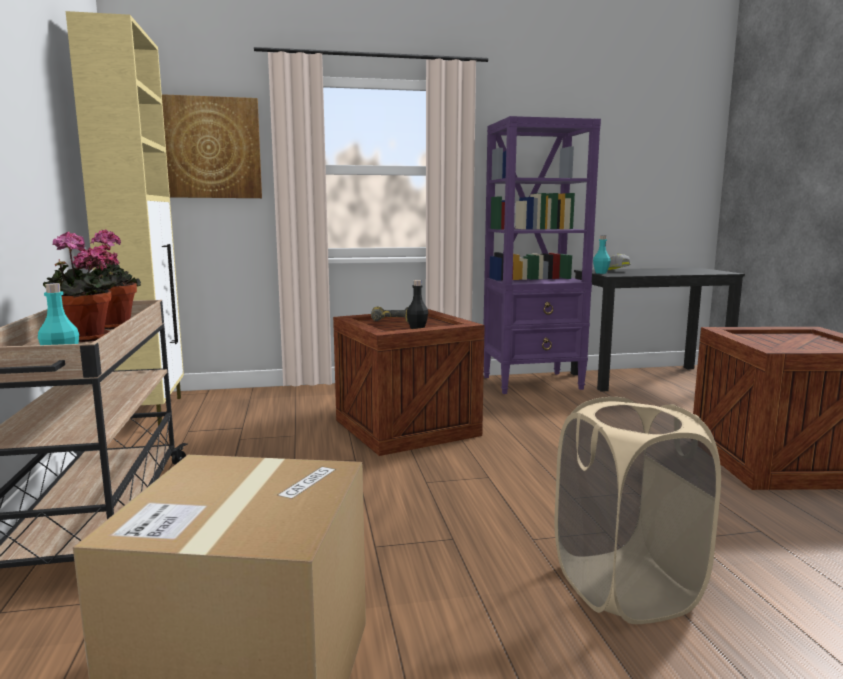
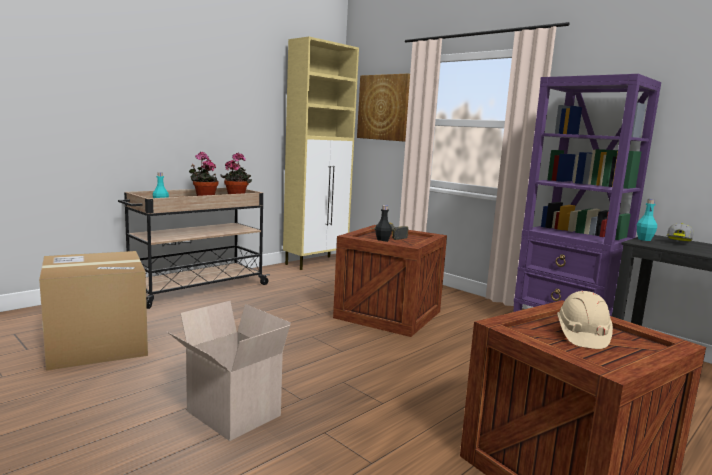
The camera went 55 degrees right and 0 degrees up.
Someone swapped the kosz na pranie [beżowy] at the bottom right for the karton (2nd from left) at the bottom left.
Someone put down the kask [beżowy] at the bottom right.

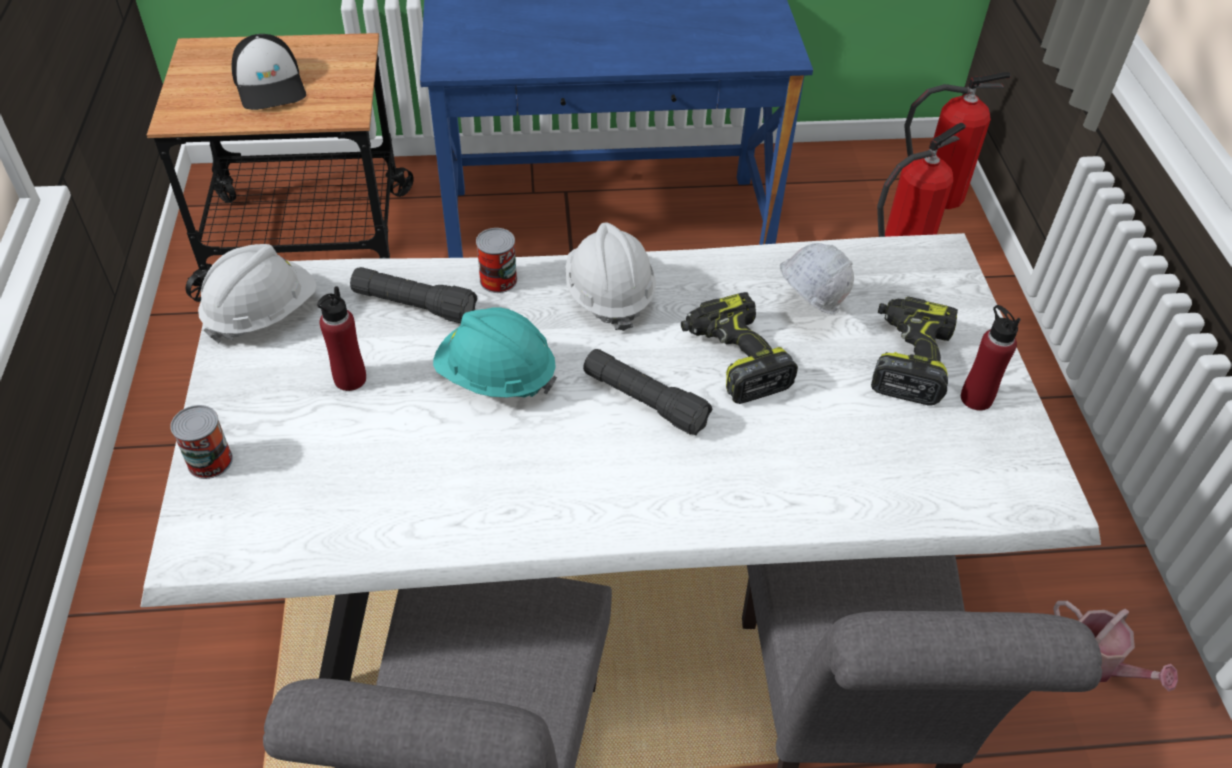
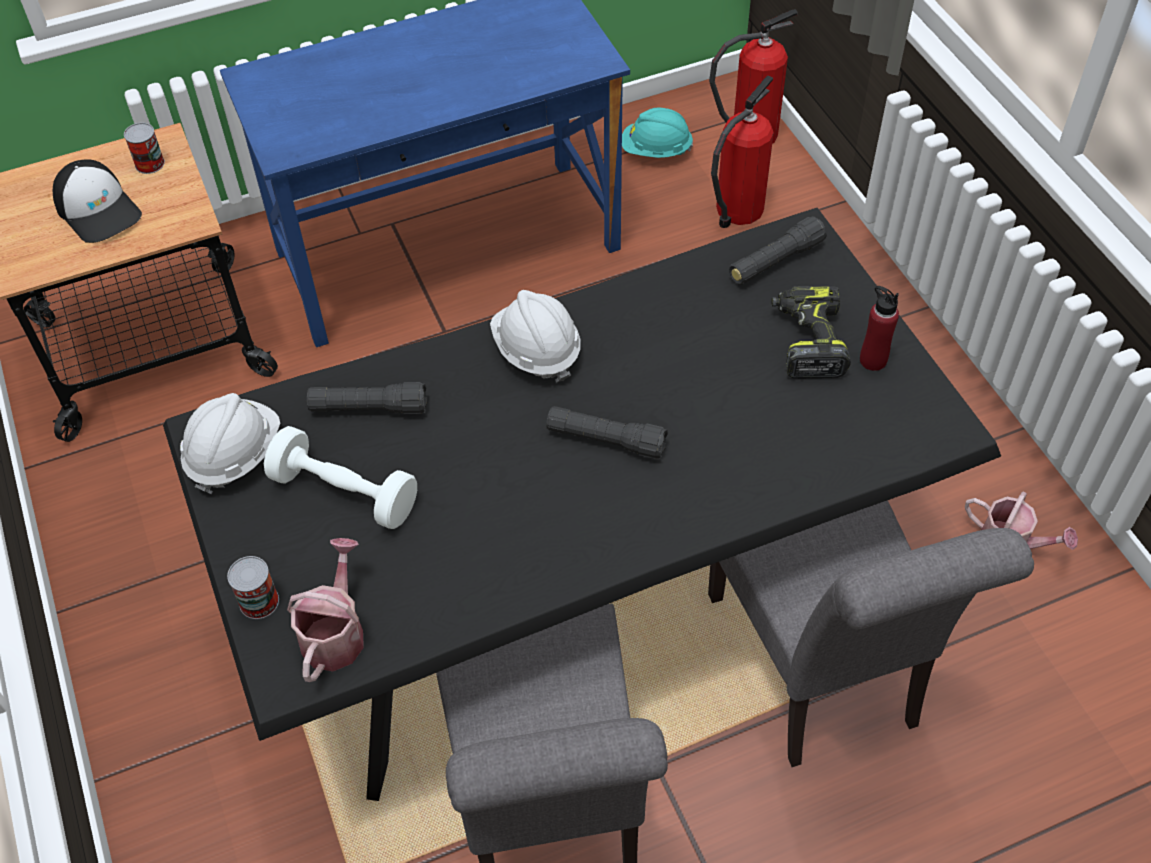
The camera went 15 degrees left and 5 degrees up.
Someone carried the puszka (2nd from left in the first image) from the centre to the top left.
Someone repainted the stół jadalny [biały] at the centre, which became the stół jadalny [czarny] at the centre.
Someone took away the kask [biały] (3rd from left) at the centre.
Someone swapped the butelka [czerwony] (1st from left) at the middle left for the hantel [biały] at the middle left.
Someone took away the wiertarka (1st from left) at the centre.
Someone carried the kask [turkusowy] from the centre to the top centre.
Someone put down the latarka [czarny] (3rd from left) at the top right.
Someone put down the konewka (1st from left) at the bottom left.

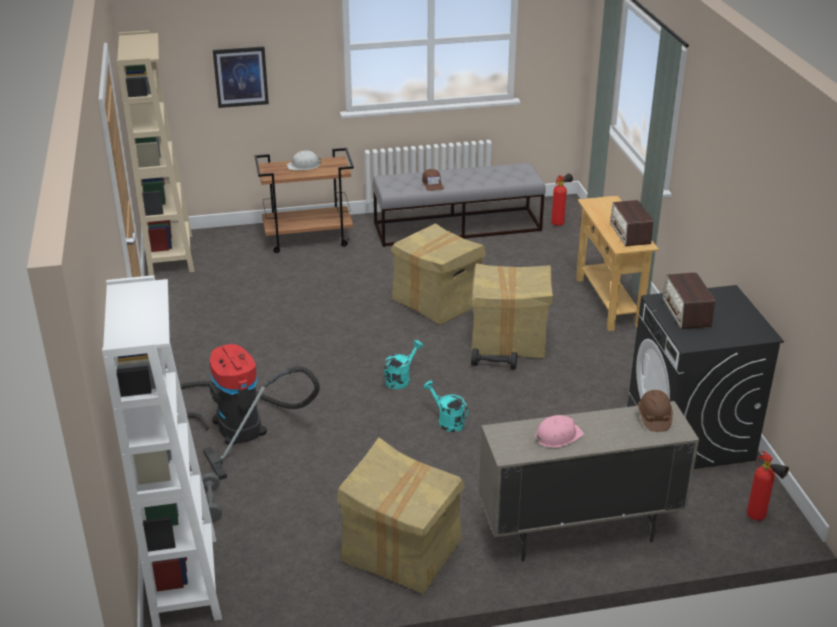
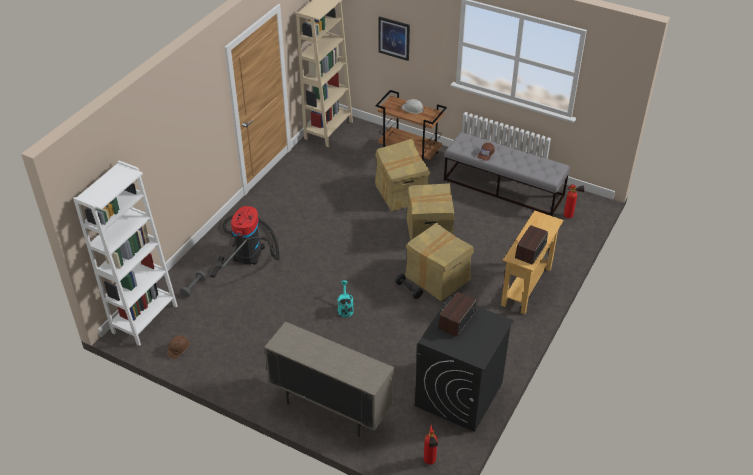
The camera went 40 degrees right and 10 degrees up.
Someone took away the konewka [turkusowy] (1st from left) at the centre.
Someone carried the kask [brązowy] from the middle right to the bottom left.
Someone took away the kask [różowy] at the bottom right.
Someone carried the karton (1st from left) from the bottom centre to the centre.

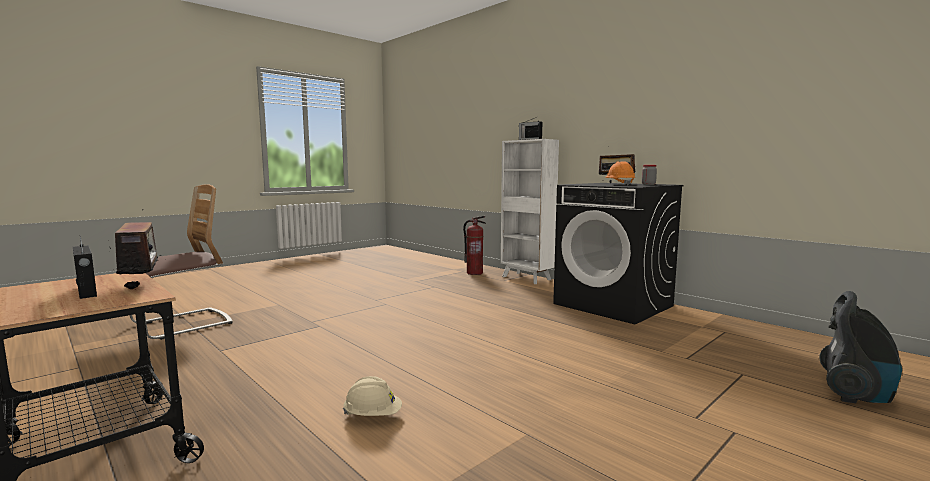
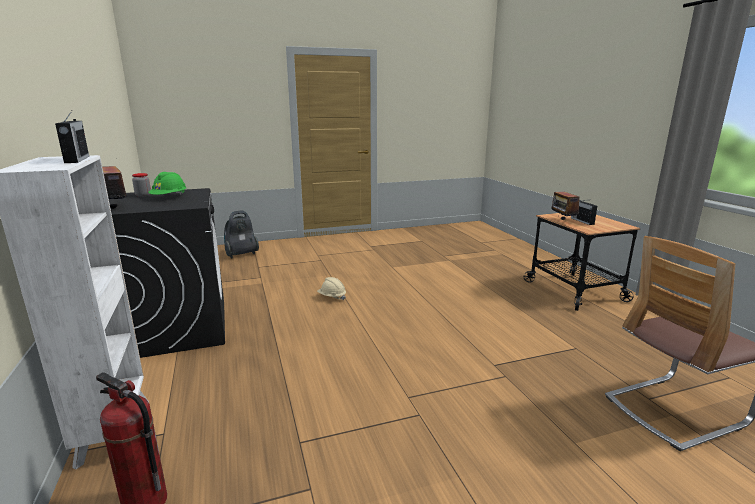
The camera went 155 degrees left and 10 degrees up.
Someone repainted the kask [pomarańczowy] at the middle right, which became the kask [zielony] at the middle left.
Someone carried the kask [beżowy] from the bottom centre to the centre.

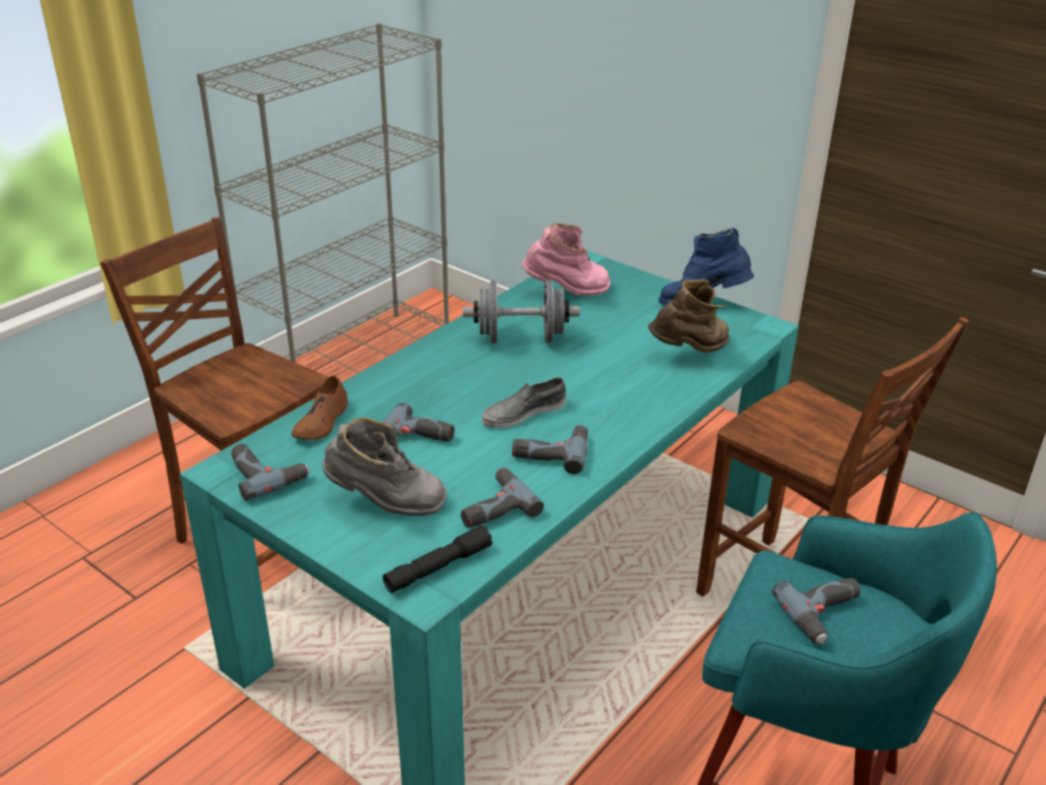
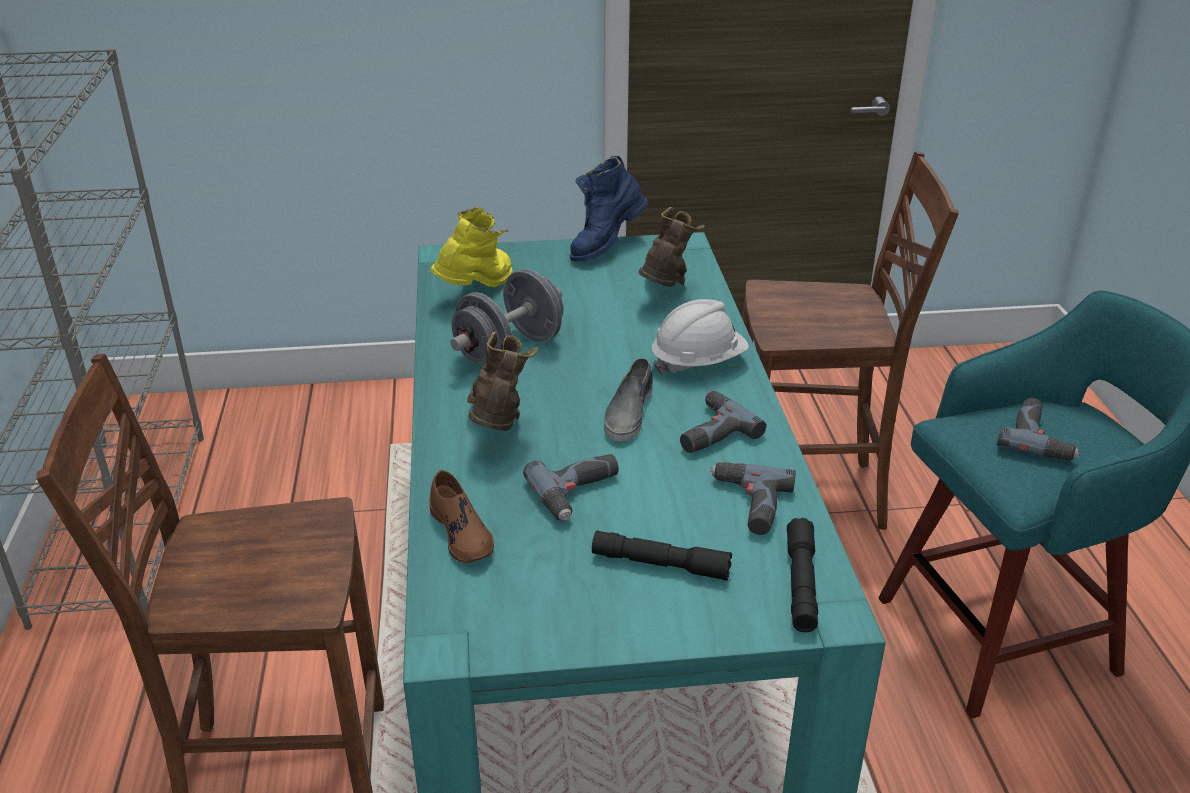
The camera went 45 degrees left and 0 degrees up.
Someone repainted the but z cholewką [różowy] at the top centre, which became the but z cholewką [żółty] at the top centre.
Someone swapped the but z cholewką [szary] at the centre for the latarka [czarny] (1st from left) at the bottom centre.
Someone took away the wiertarka (1st from left) at the middle left.
Someone put down the kask [biały] at the centre.
Someone put down the but z cholewką [brązowy] (1st from left) at the centre.

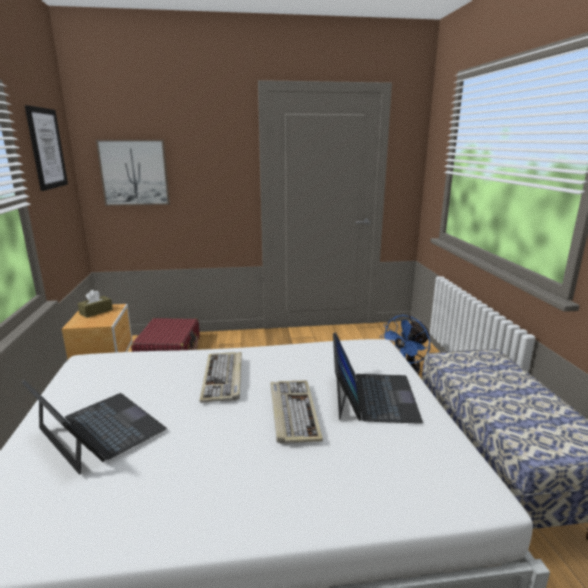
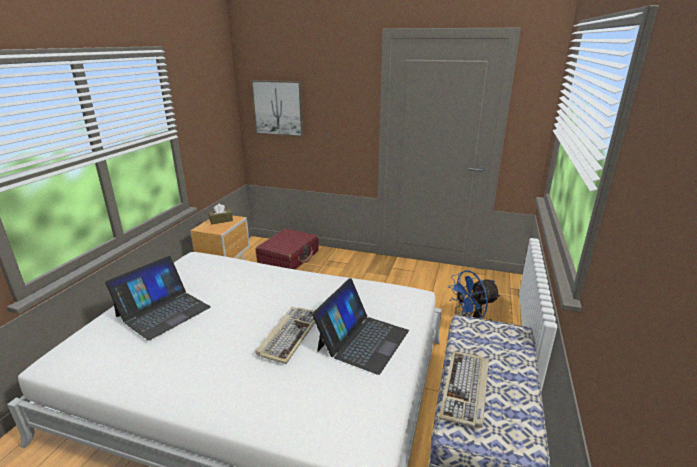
The camera went 25 degrees right and 5 degrees up.
Someone took away the obraz (1st from left) at the top left.
Someone carried the klawiatura (1st from left in the first image) from the centre to the bottom centre.
Someone rotated the laptop (1st from left) at the bottom left by 60 degrees clockwise.

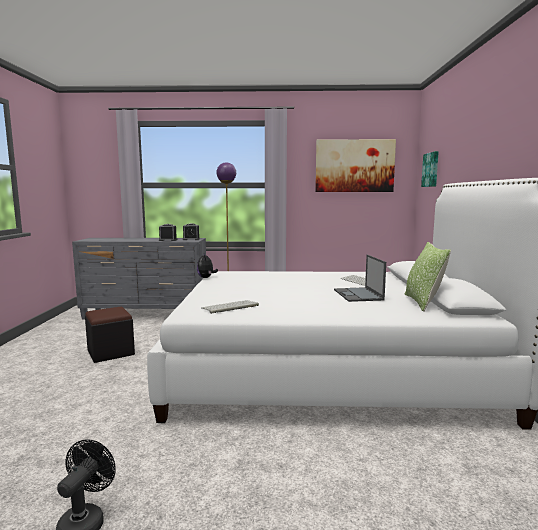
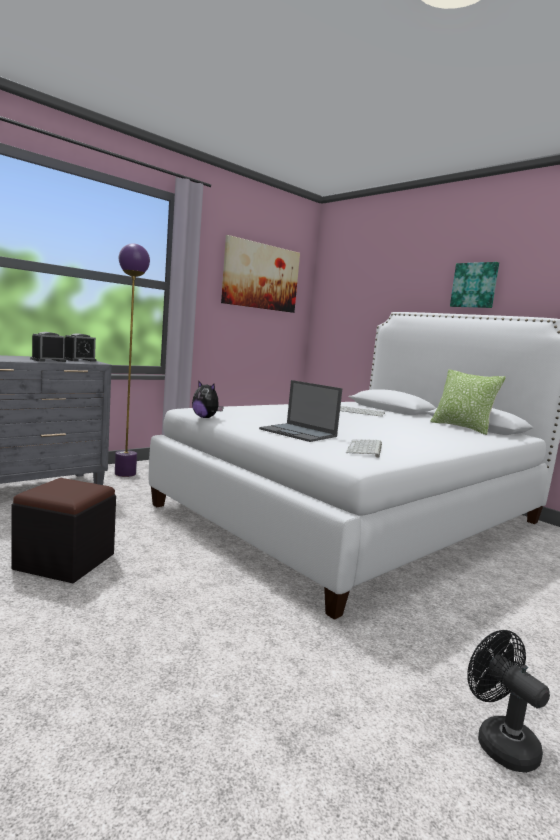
The camera went 45 degrees left and 0 degrees up.
Someone carried the obraz (2nd from left) from the top right to the middle right.
Someone carried the laptop from the middle right to the centre.

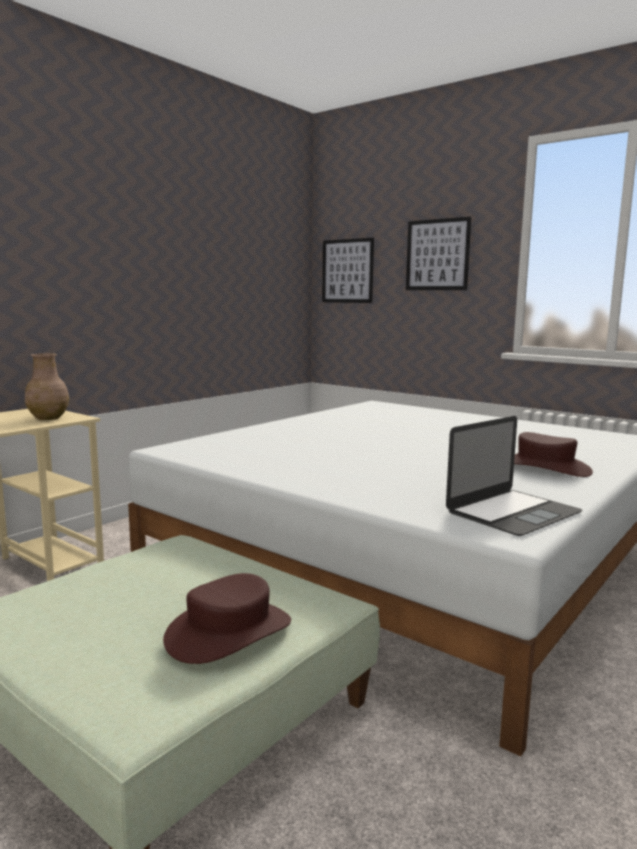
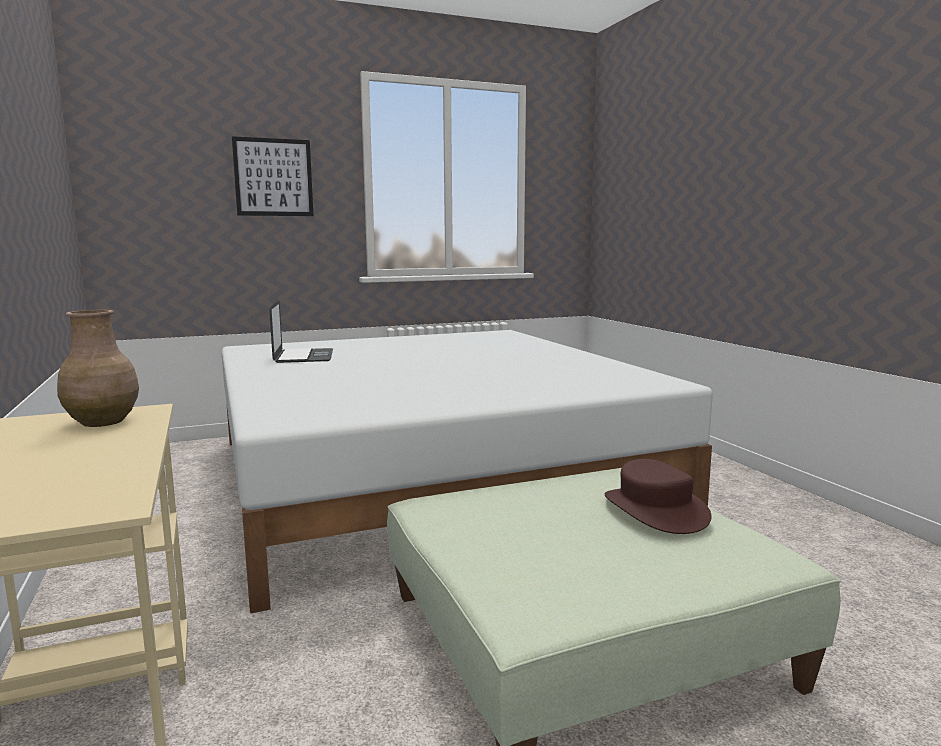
The camera went 60 degrees left and 0 degrees up.
Someone took away the obraz (1st from left) at the top centre.
Someone carried the laptop from the middle right to the middle left.
Someone took away the kapelusz [brązowy] (2nd from left) at the middle right.

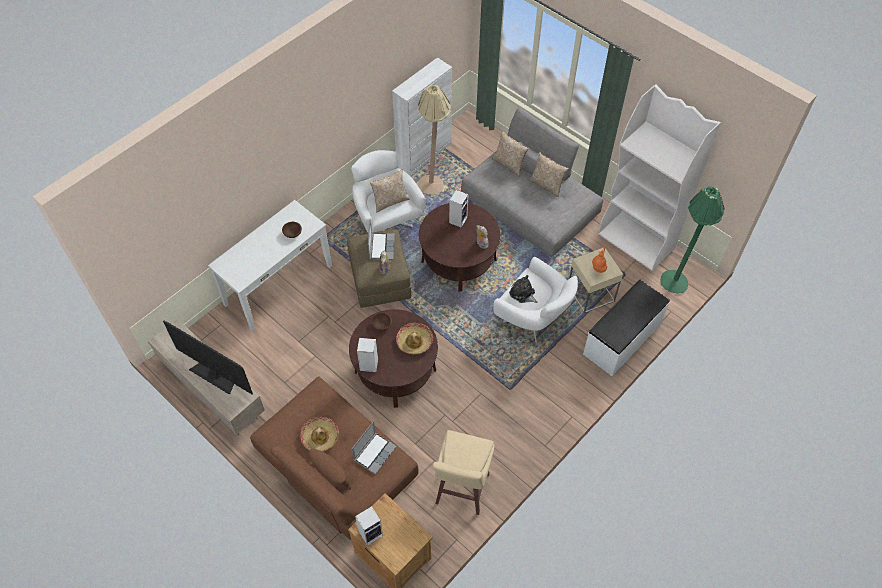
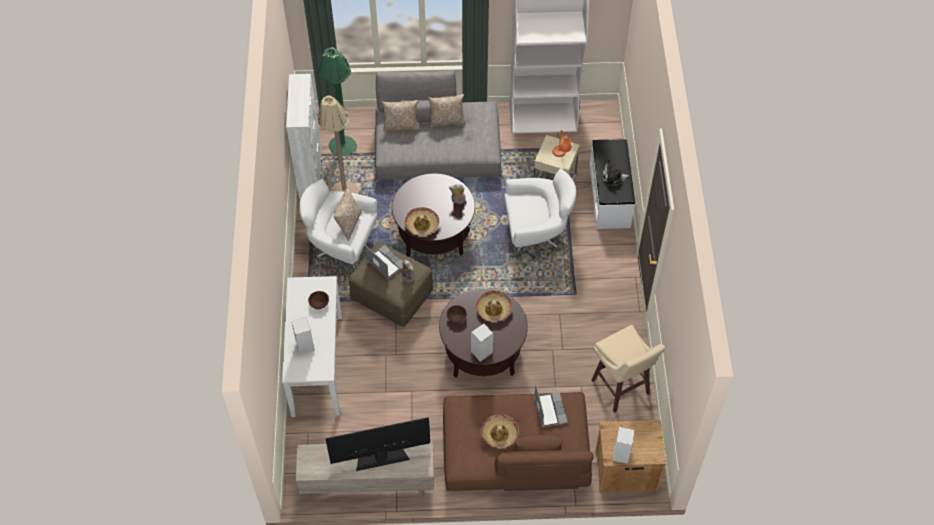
The camera went 45 degrees left and 0 degrees up.
Someone carried the lampa stojąca [zielony] from the middle right to the top centre.
Someone carried the głośnik (3rd from left in the first image) from the centre to the middle left.
Someone carried the pluszak (3rd from left) from the centre to the top centre.
Someone put down the kapelusz (1st from left) at the centre.

